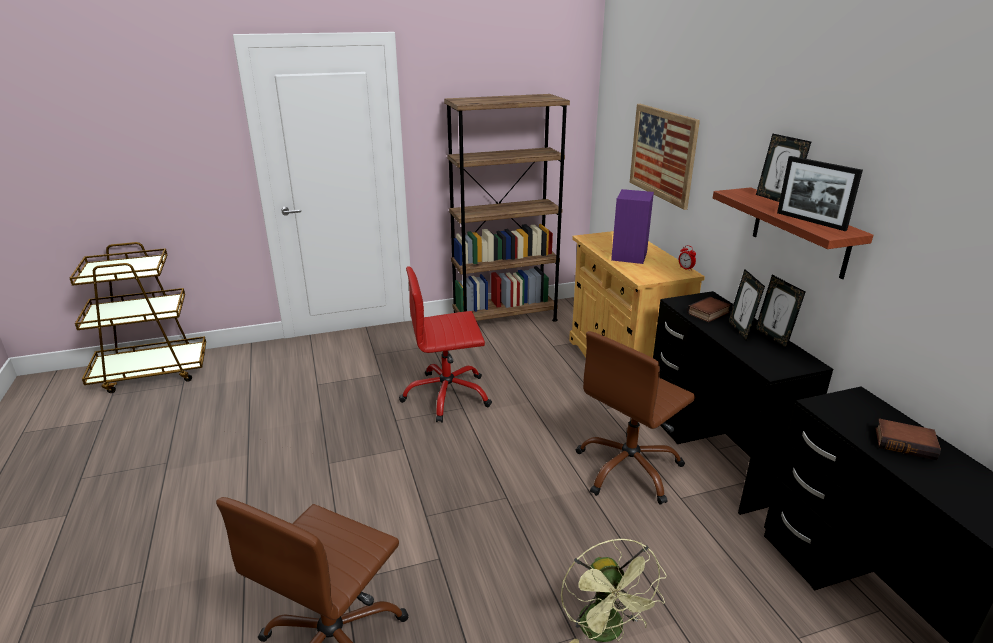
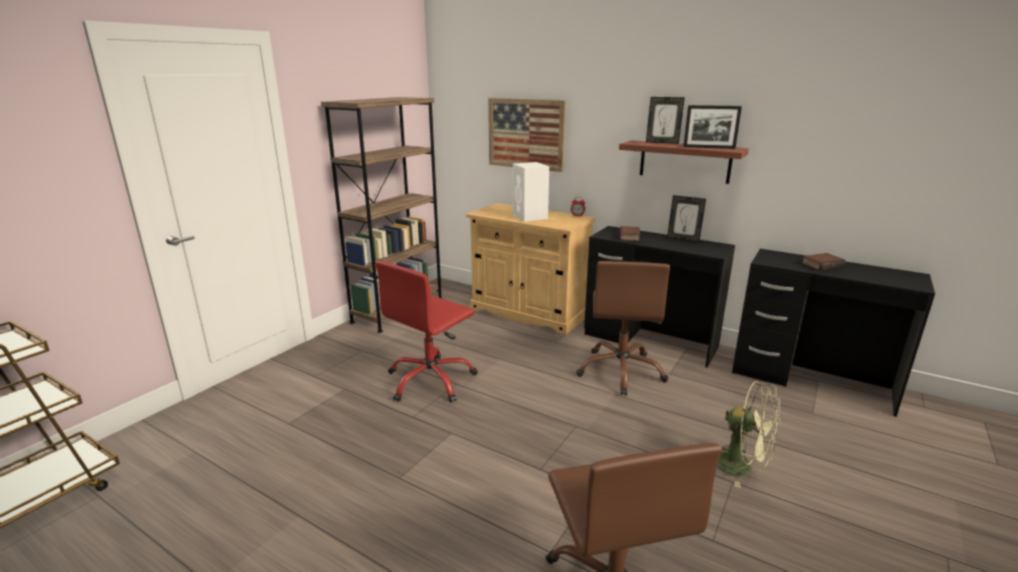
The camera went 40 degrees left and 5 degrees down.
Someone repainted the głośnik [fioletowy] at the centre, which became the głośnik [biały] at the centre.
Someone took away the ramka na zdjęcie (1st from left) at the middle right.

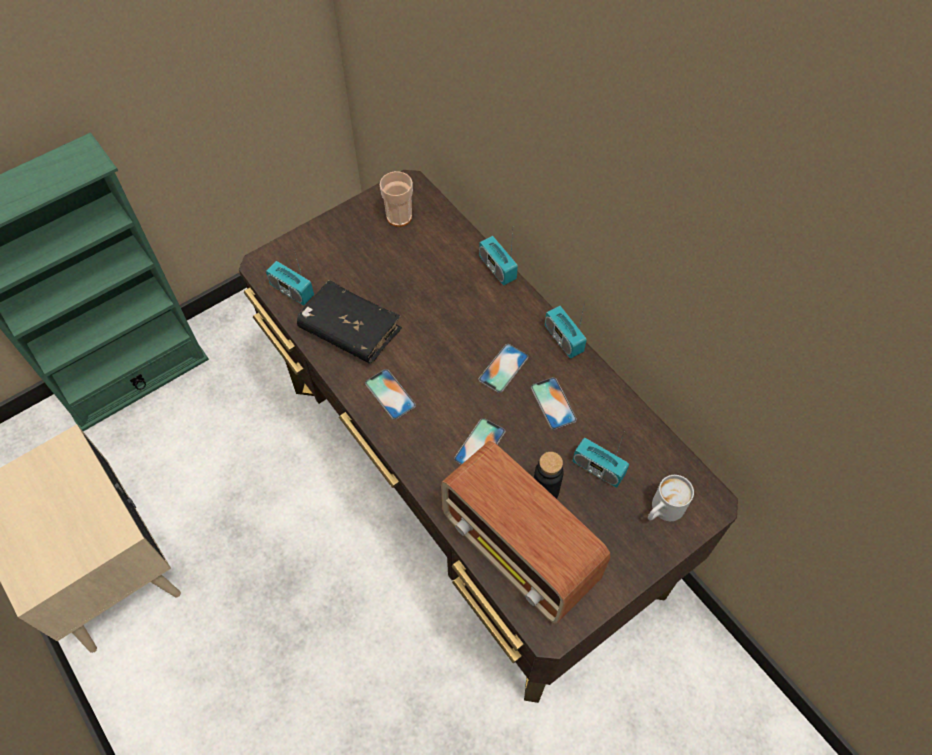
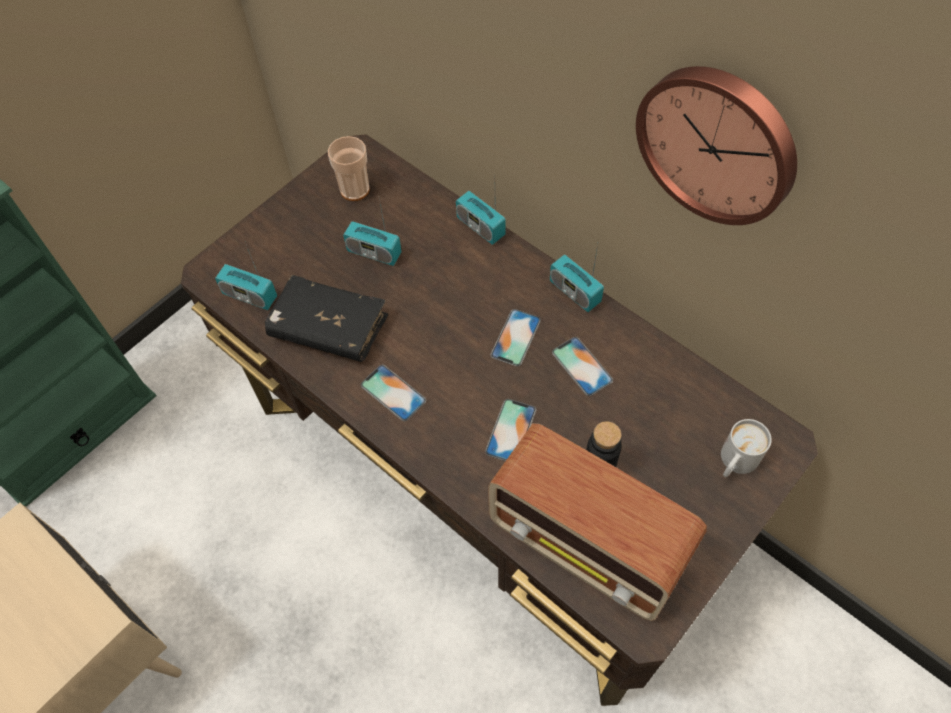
The camera went 10 degrees left and 0 degrees up.
Someone carried the radio (5th from left in the first image) from the centre to the top centre.
Someone put up the zegar ścienny at the top right.

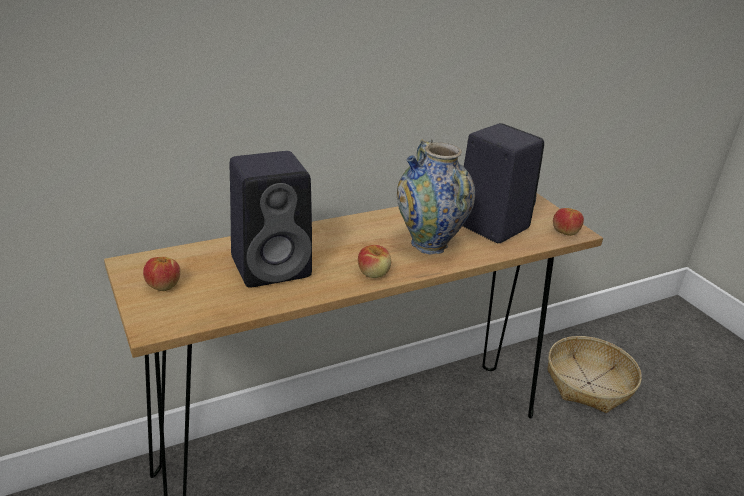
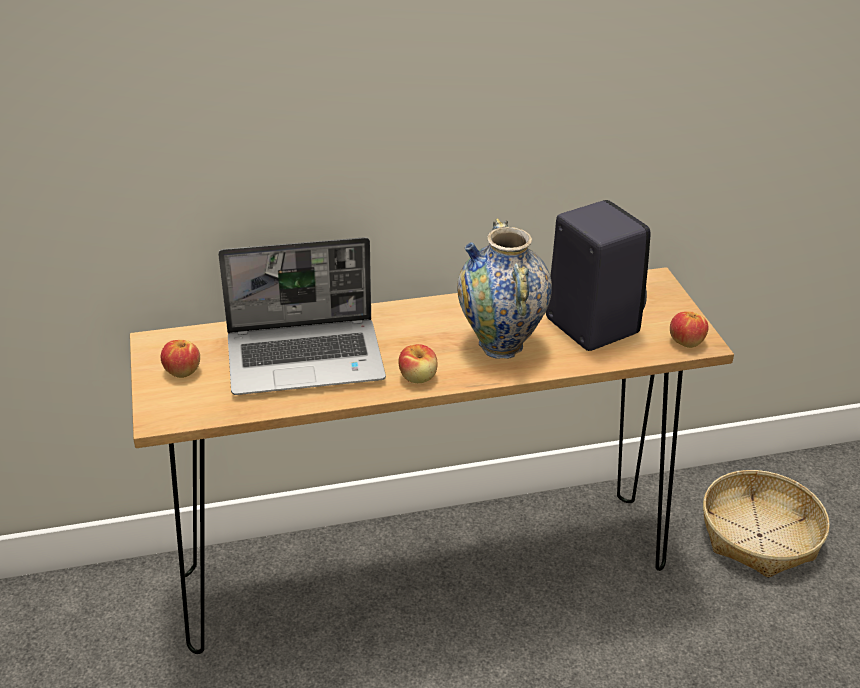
The camera went 15 degrees right and 5 degrees up.
Someone swapped the głośnik [czarny] (1st from left) at the centre for the laptop at the centre.

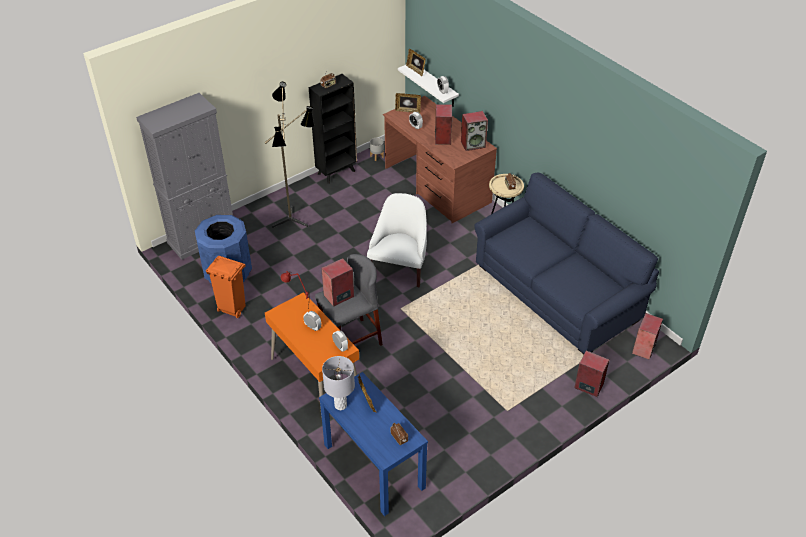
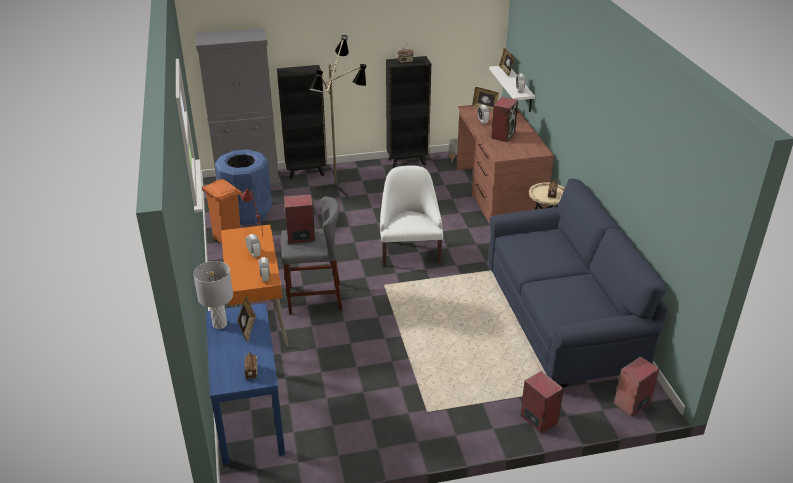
The camera went 25 degrees right and 10 degrees down.
Someone took away the głośnik (3rd from left) at the top centre.
Someone rotated the fotel [biały] at the centre by 45 degrees counterclockwise.
Someone put down the regał [czarny] (1st from left) at the top centre.

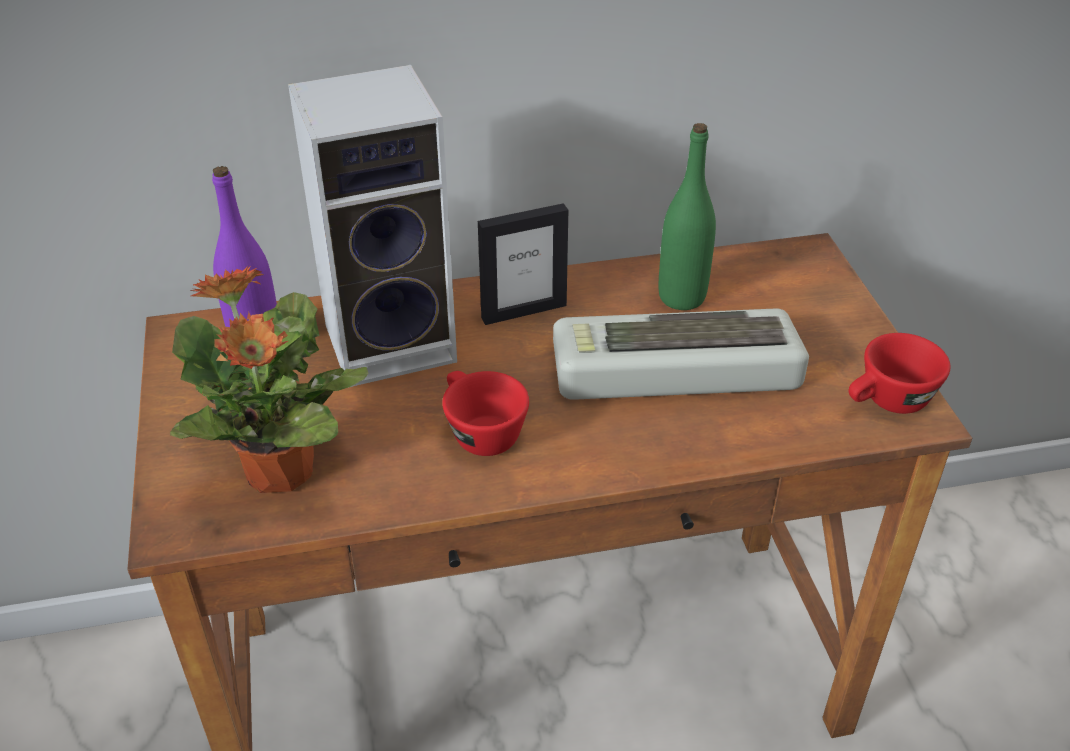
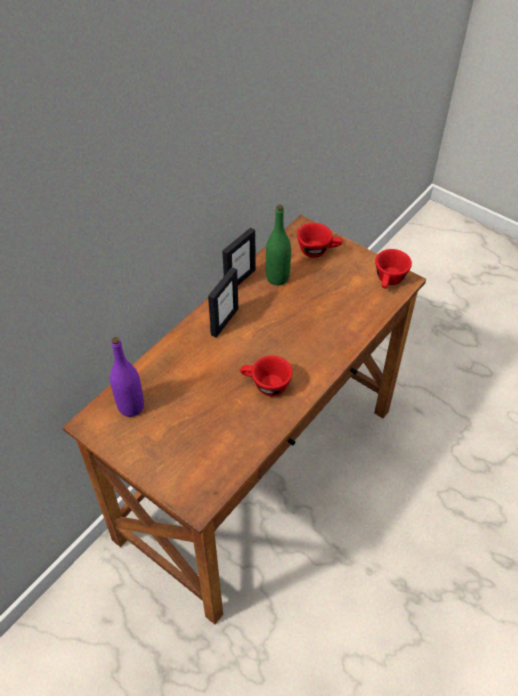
The camera went 40 degrees left and 10 degrees up.
Someone took away the głośnik at the top centre.
Someone took away the roślina doniczkowa at the middle left.
Someone took away the klawiatura at the centre.
Someone put down the filiżanka [czerwony] (2nd from left) at the centre.
Someone put down the ramka na zdjęcie (2nd from left) at the centre.

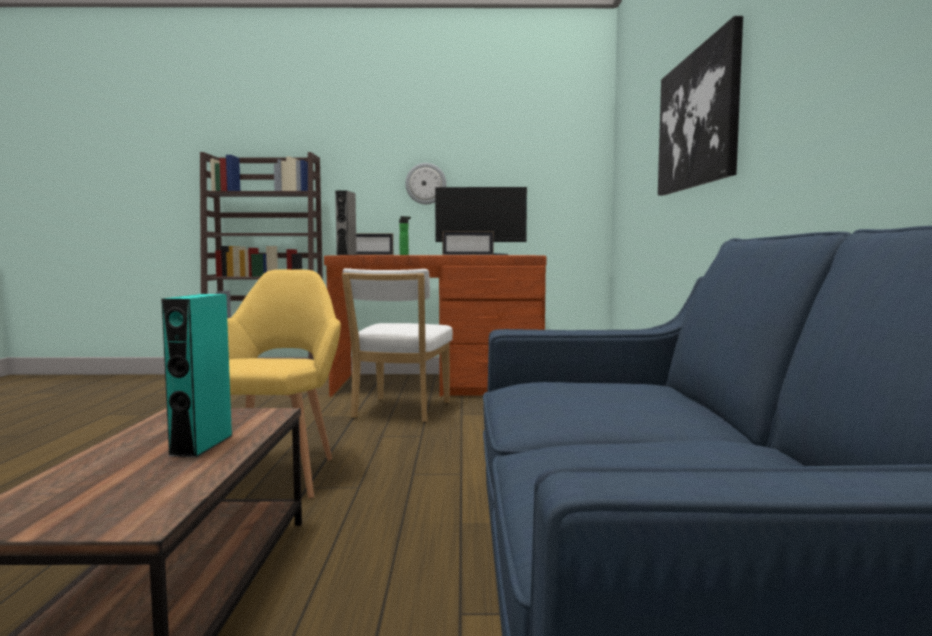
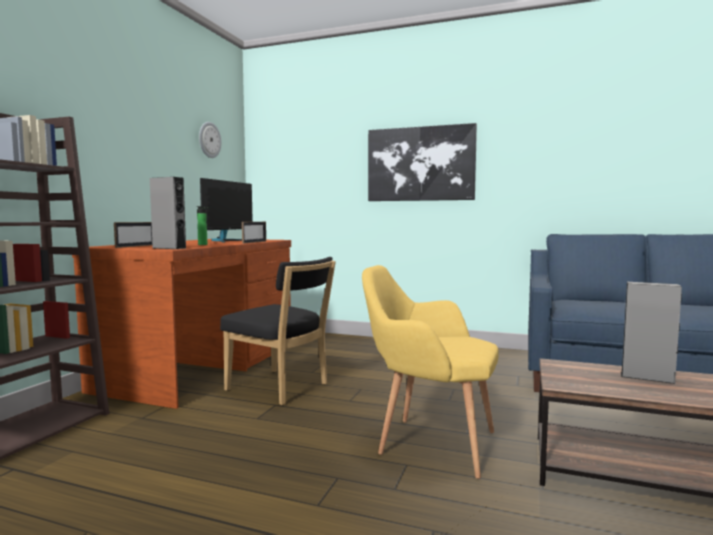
The camera went 70 degrees left and 0 degrees up.
Someone carried the zegar ścienny from the top centre to the top left.
Someone repainted the krzesło [biały] at the centre, which became the krzesło [czarny] at the centre.
Someone repainted the głośnik [turkusowy] at the middle left, which became the głośnik [szary] (2nd from left) at the middle right.

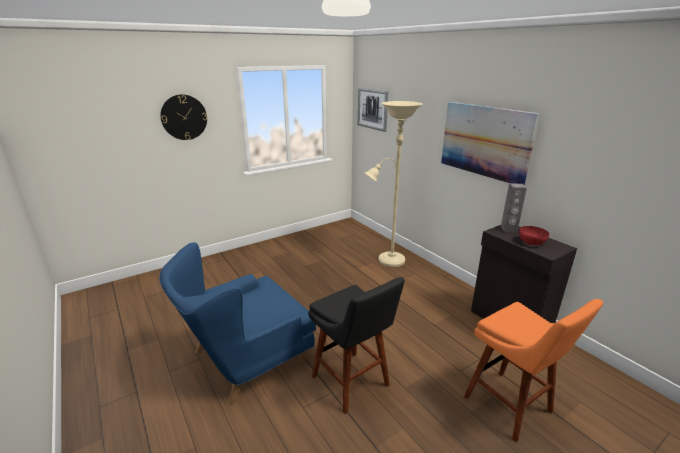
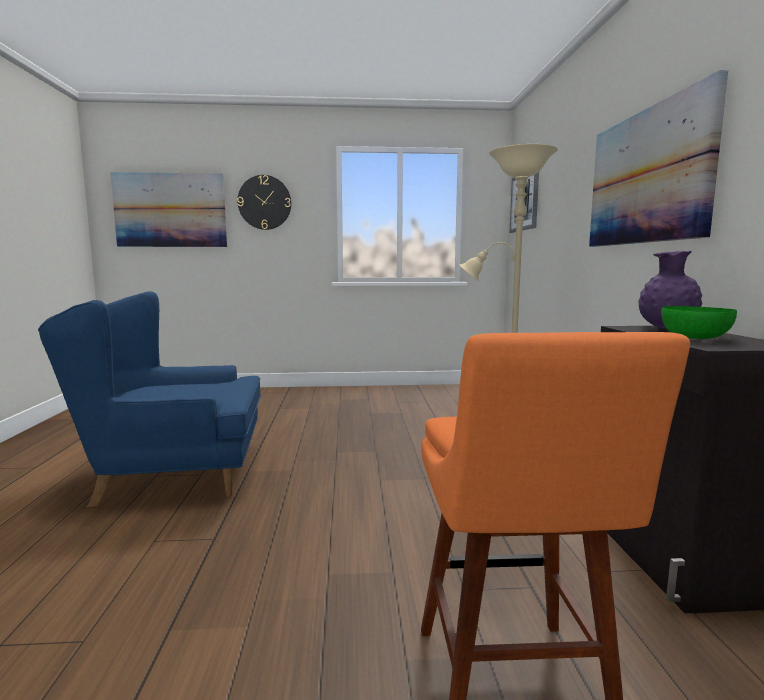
The camera went 30 degrees right and 15 degrees down.
Someone swapped the głośnik [szary] at the middle right for the wazon [fioletowy] at the middle right.
Someone repainted the miska [czerwony] at the middle right, which became the miska [zielony] at the middle right.
Someone took away the stołek [czarny] at the bottom centre.
Someone put up the obraz (1st from left) at the top left.

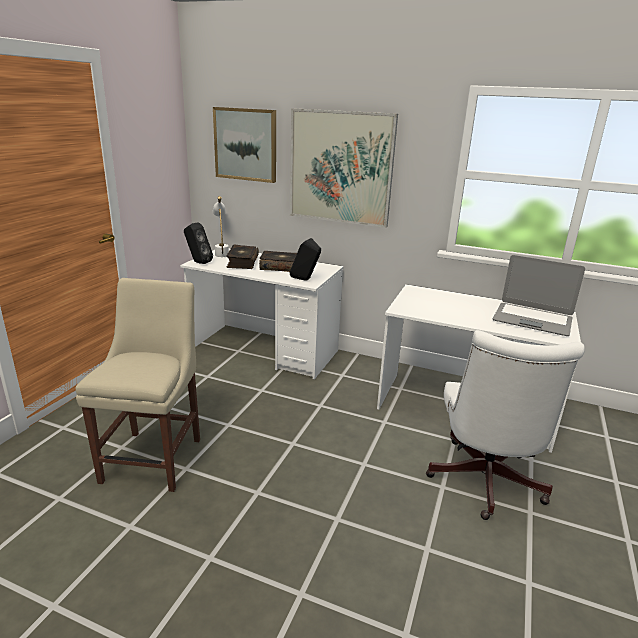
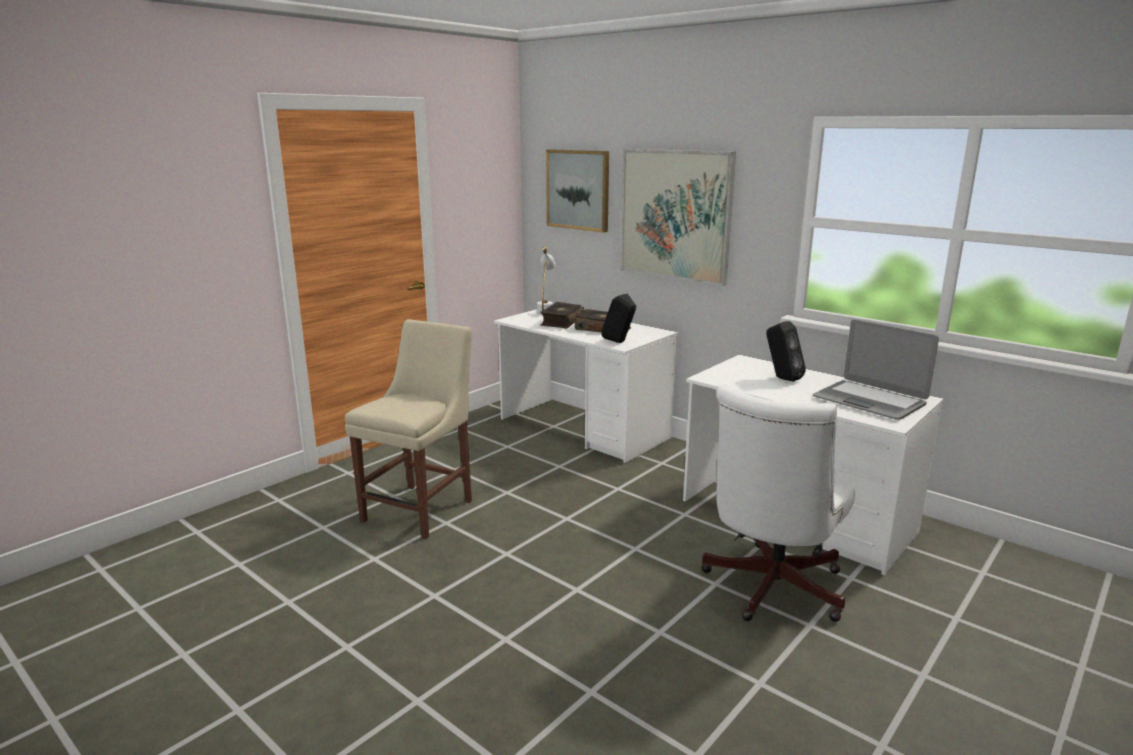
The camera went 20 degrees right and 5 degrees down.
Someone carried the głośnik [czarny] (1st from left in the first image) from the middle left to the middle right.

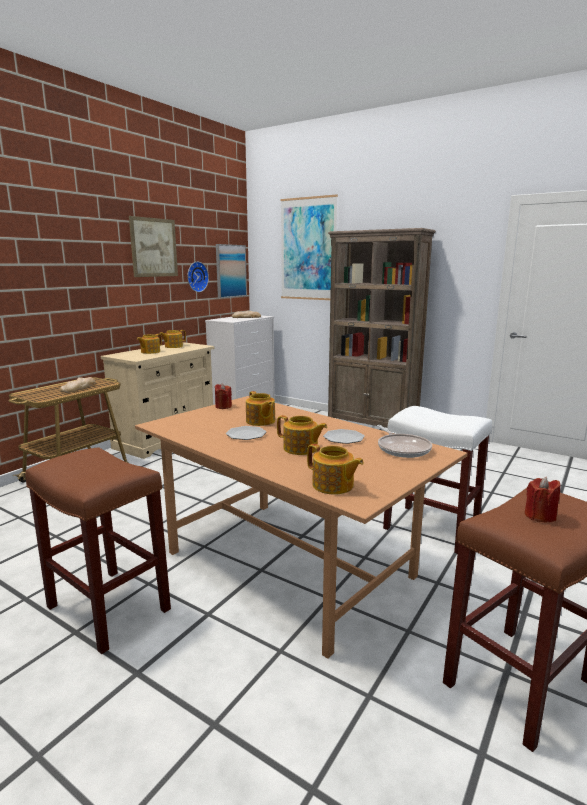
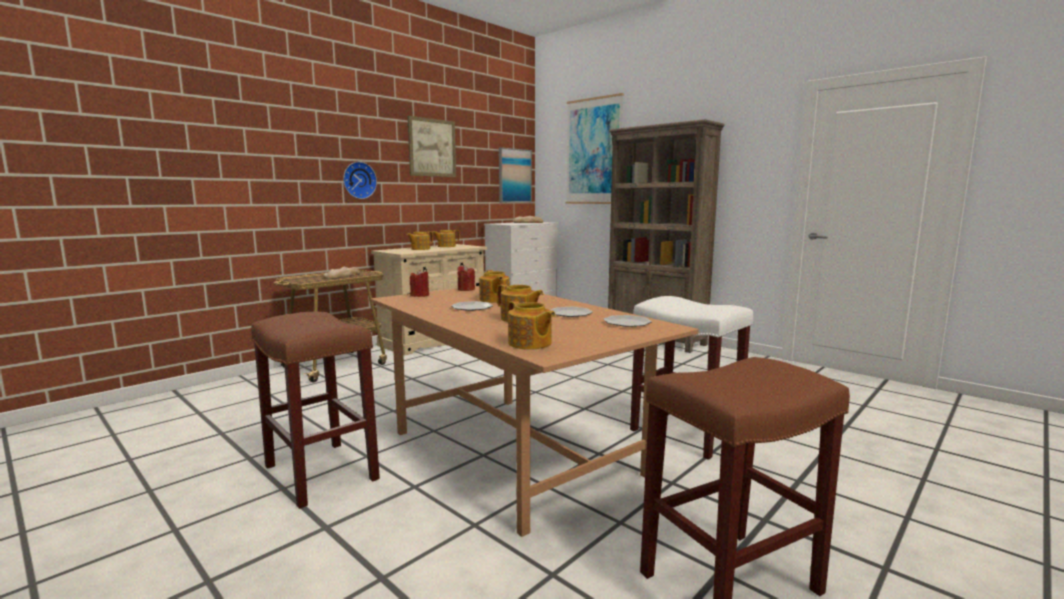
The camera went 10 degrees right and 5 degrees down.
Someone carried the zegar ścienny from the centre to the top centre.
Someone swapped the patelnia at the middle right for the talerz (3rd from left) at the centre.
Someone carried the świeca [czerwony] (2nd from left in the first image) from the middle right to the centre.

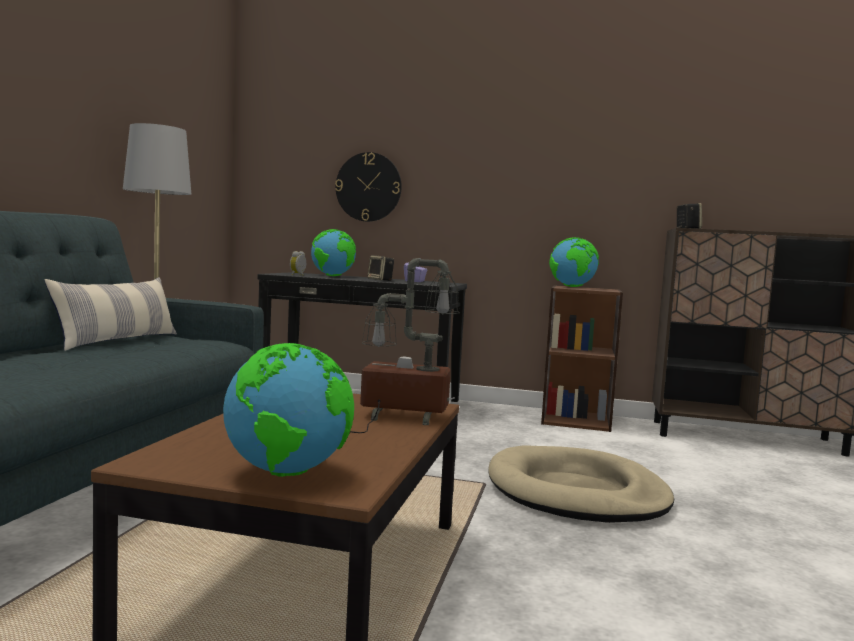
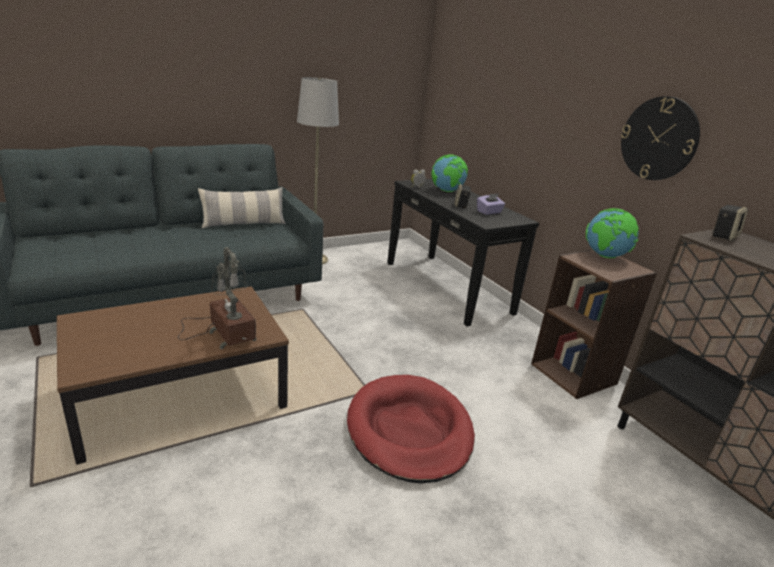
The camera went 45 degrees right and 20 degrees up.
Someone carried the zegar ścienny from the top centre to the top right.
Someone took away the globus (1st from left) at the centre.
Someone repainted the legowisko [beżowy] at the bottom right, which became the legowisko [czerwony] at the bottom centre.

